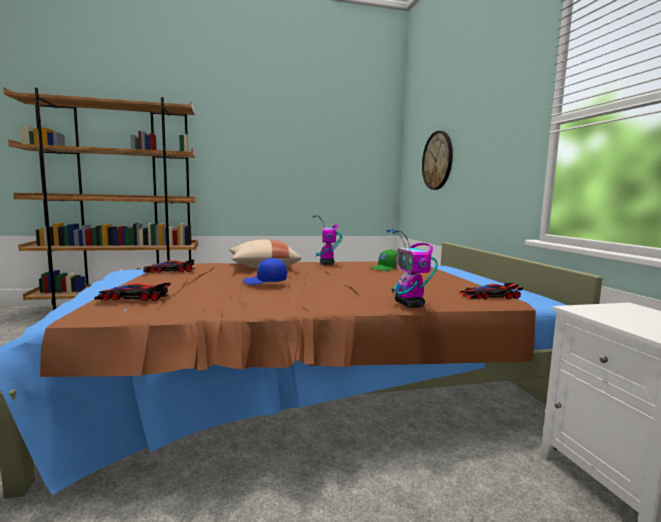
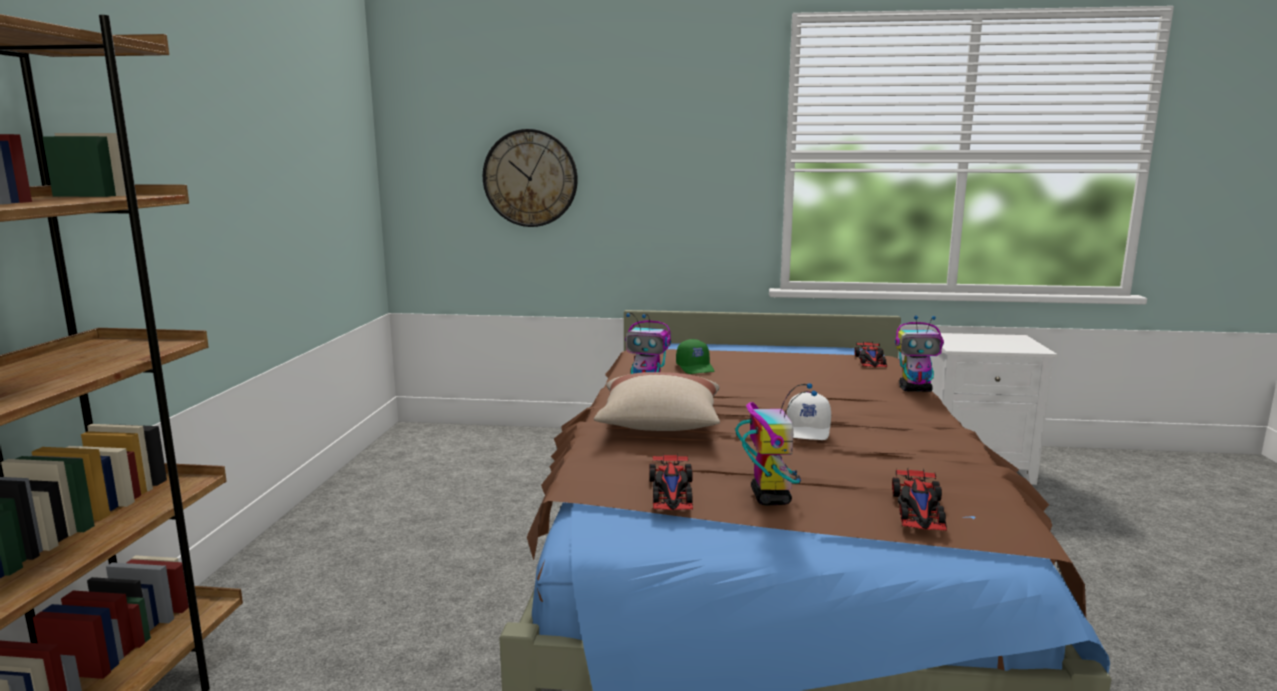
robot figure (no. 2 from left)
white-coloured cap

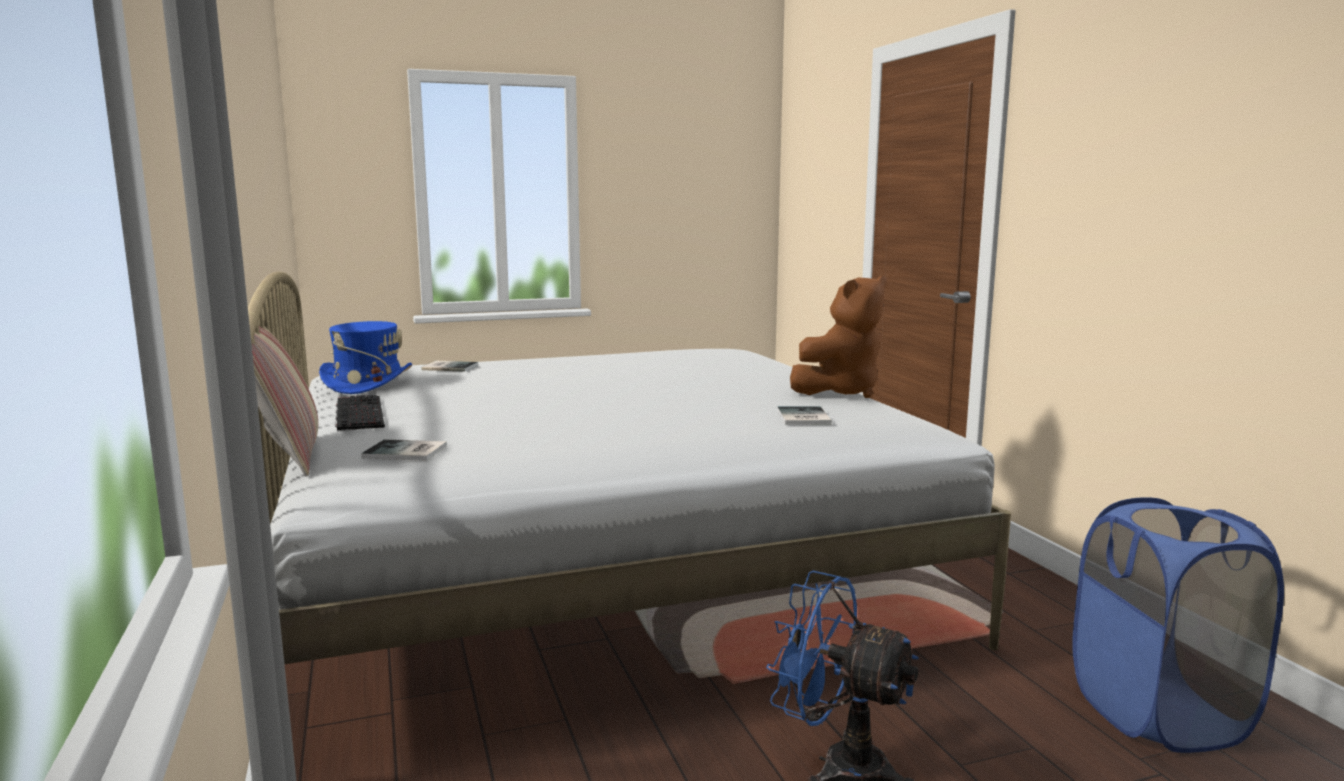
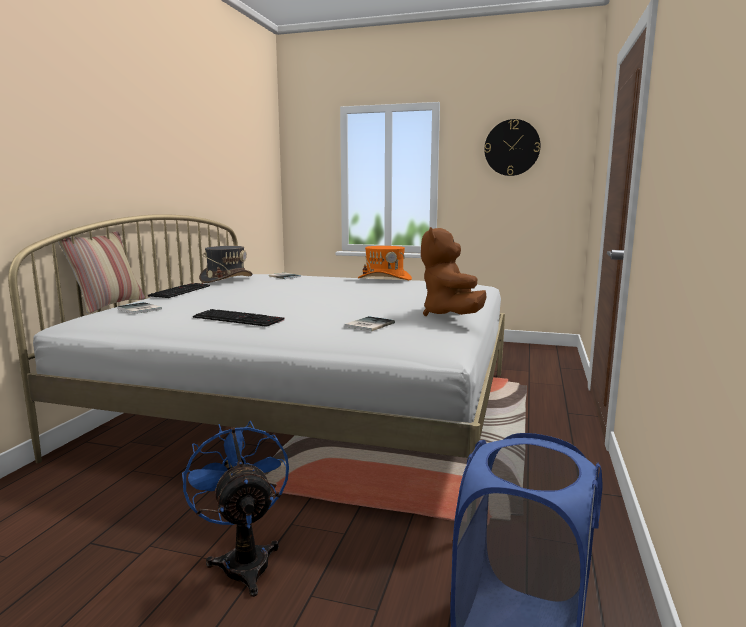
keyboard (no. 2 from left)
greyish wearable hat
orangey wearable hat
brownish plush toy
wall clock

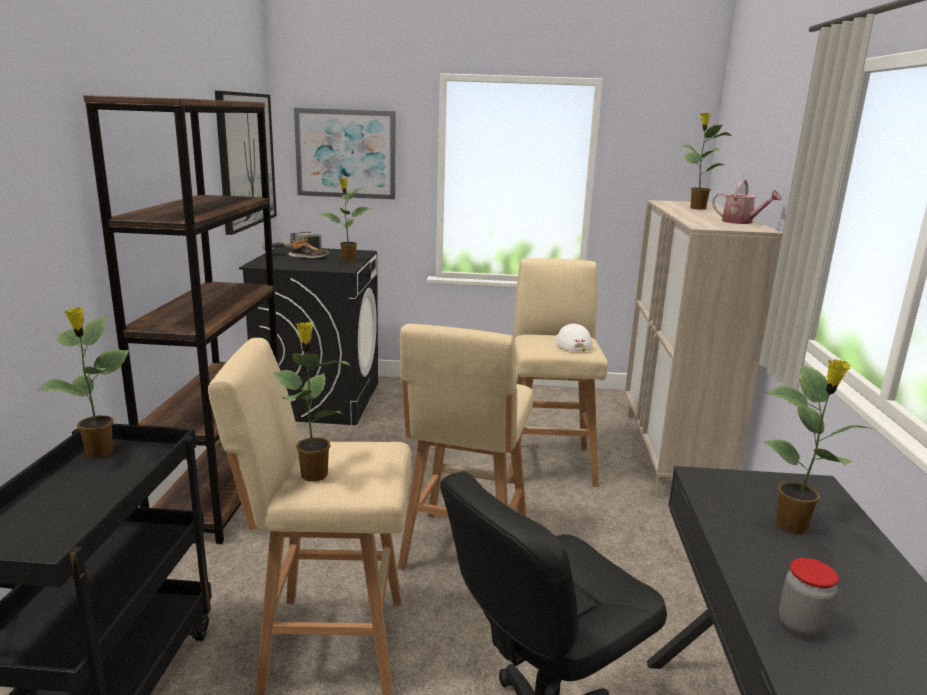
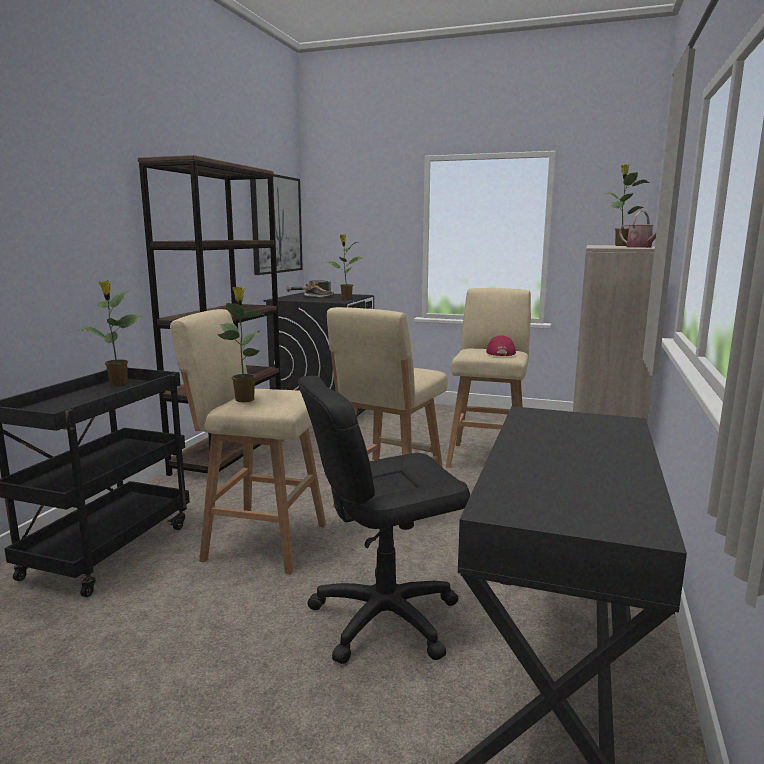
red-coloured cap
wall picture (no. 2 from left in the first image)
potted plant (no. 5 from left in the first image)
preserve jar

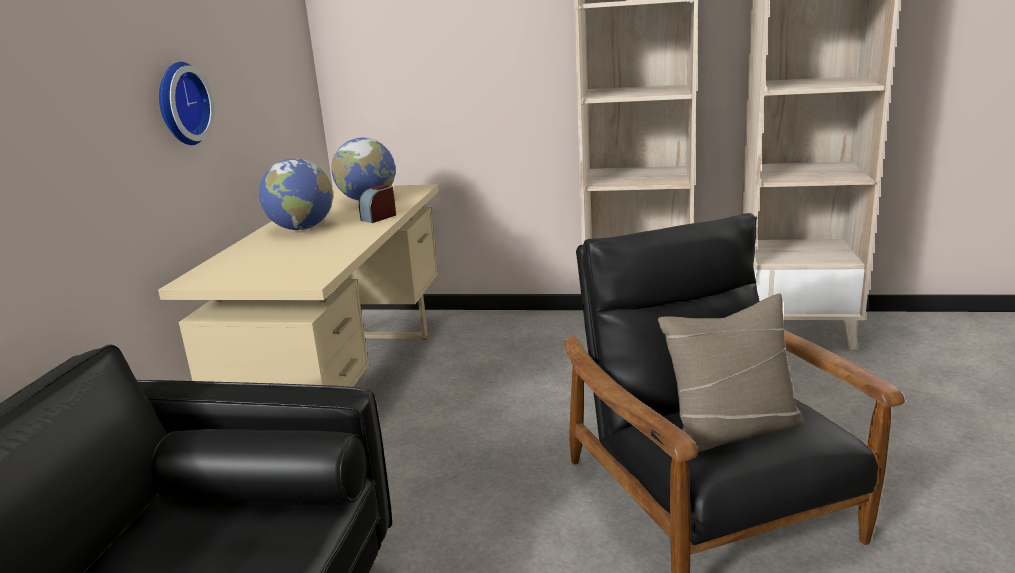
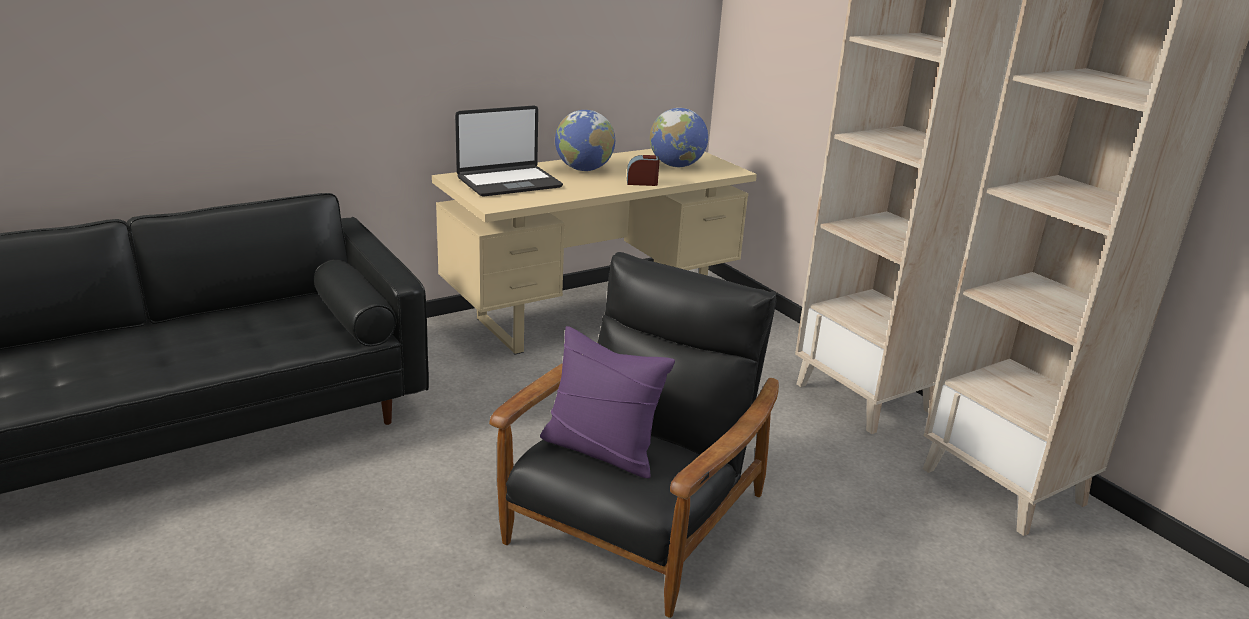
notebook computer
purple pillow
wall clock

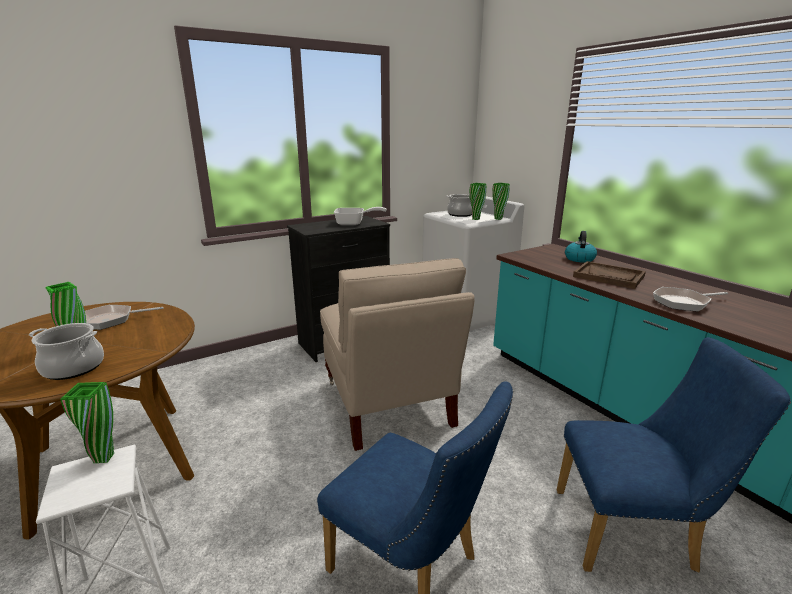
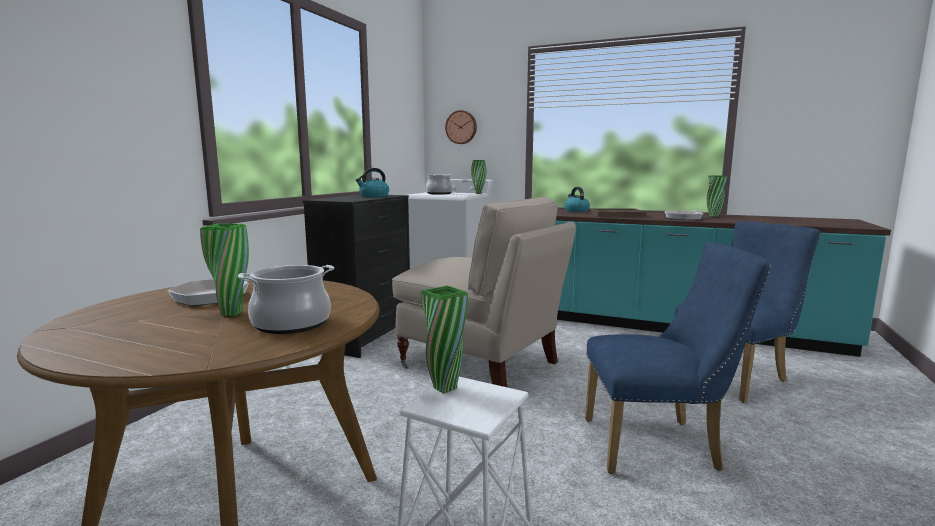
tea kettle (no. 1 from left)
wall clock
green-coloured vase (no. 4 from left)

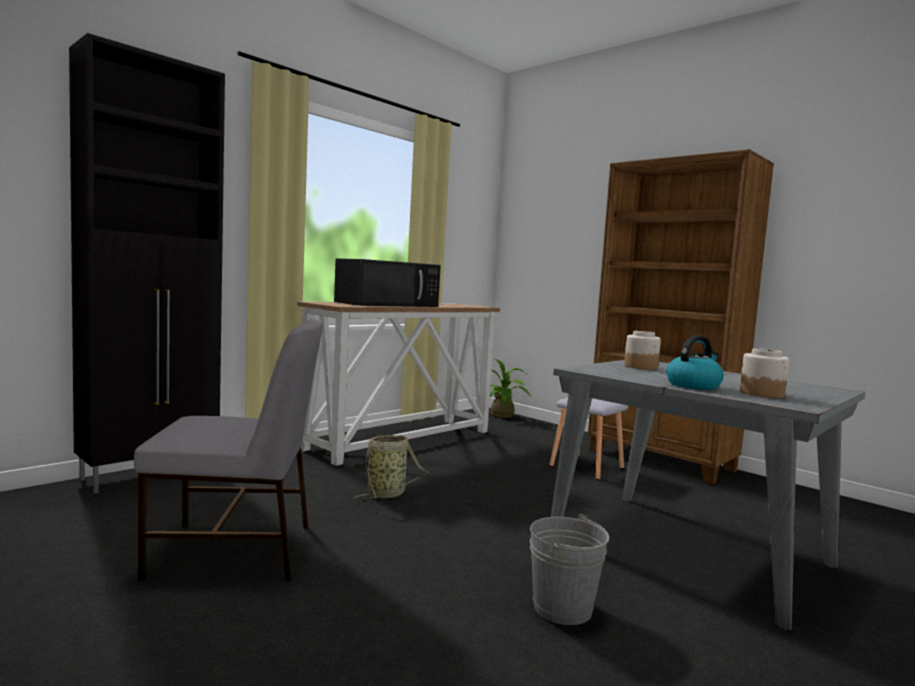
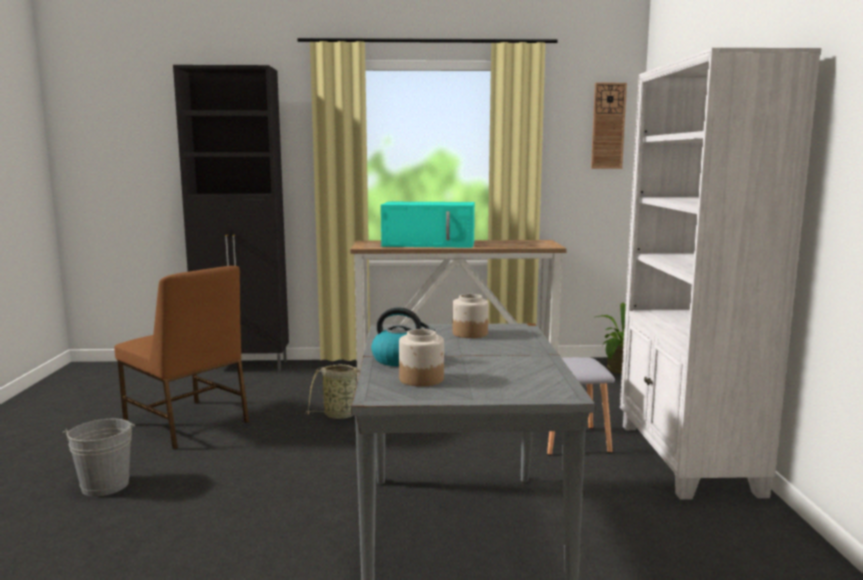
greyish water bucket
brownish chair
blue-green microwave
wall clock
white-coloured shelving unit

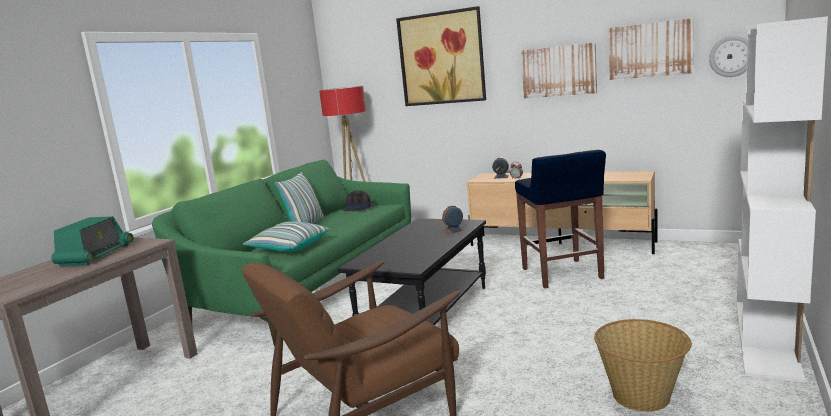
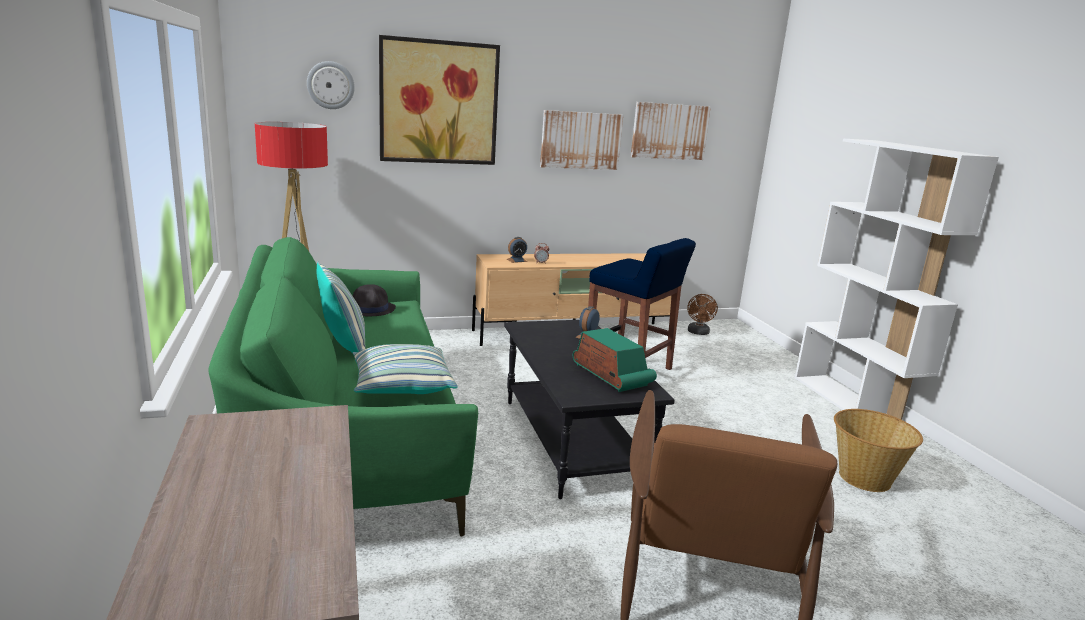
wall clock
radio set
brownish fan

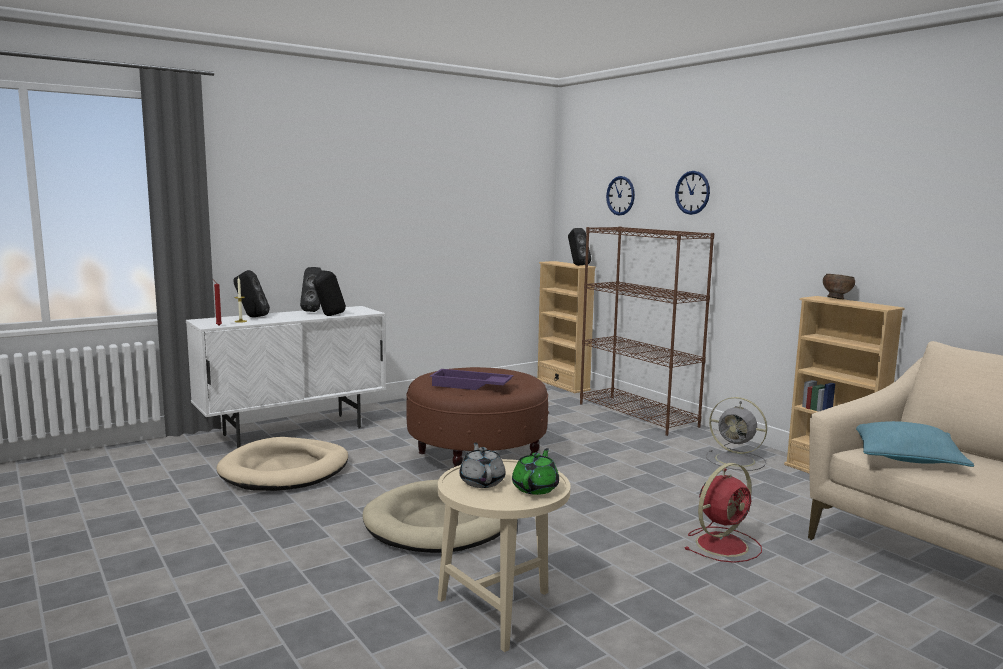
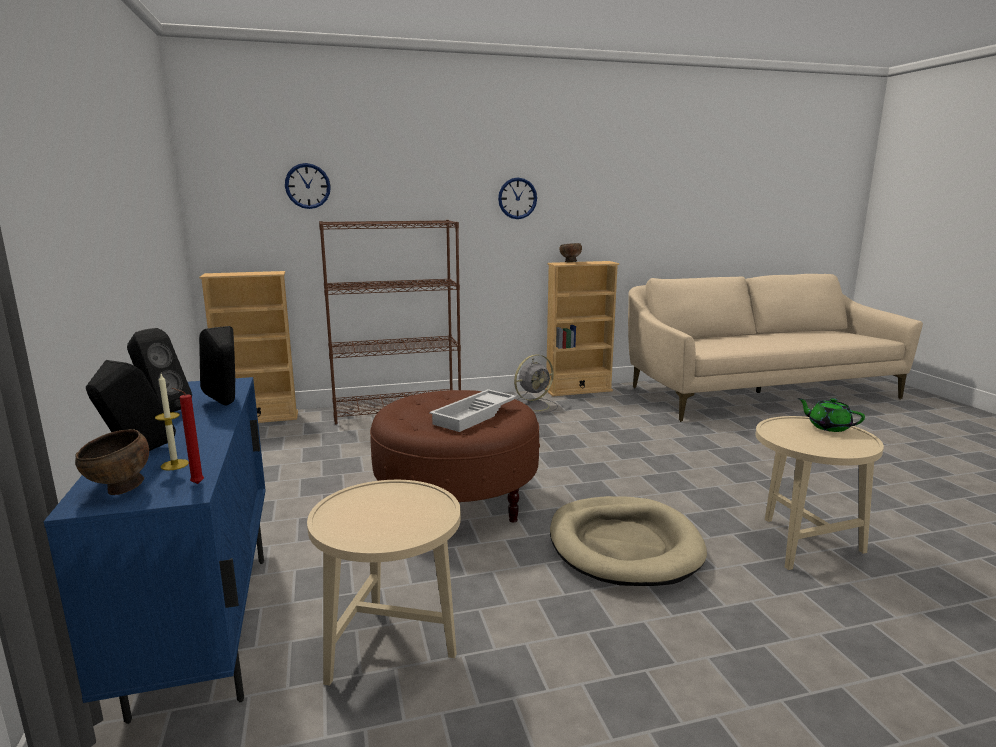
blue-coloured cabinet
brownish serving bowl (no. 1 from left)
beige side table (no. 1 from left)
white-coloured tray
wall clock (no. 2 from left)
greyish tea pot
black-coloured audio speaker (no. 4 from left in the first image)
red-coloured fan
blue-green pillow

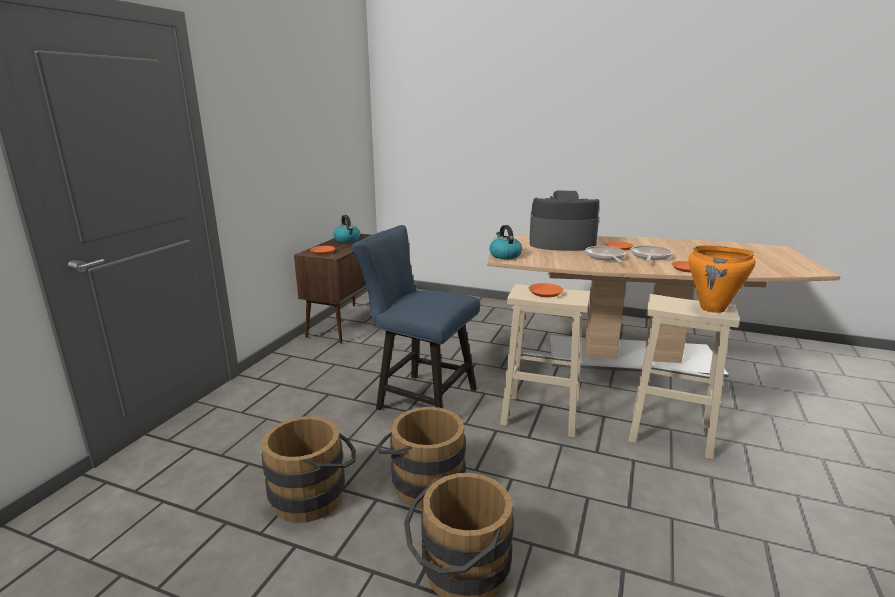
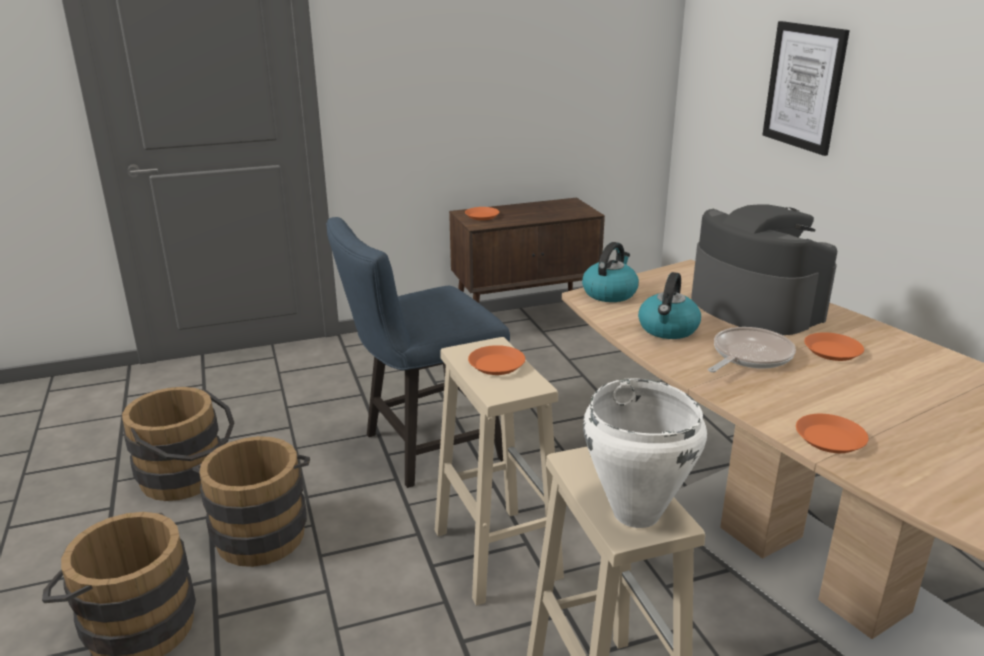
blue-coloured chair
white-coloured cooking pot
tea kettle (no. 2 from left)
wall picture
skillet (no. 2 from left in the first image)

